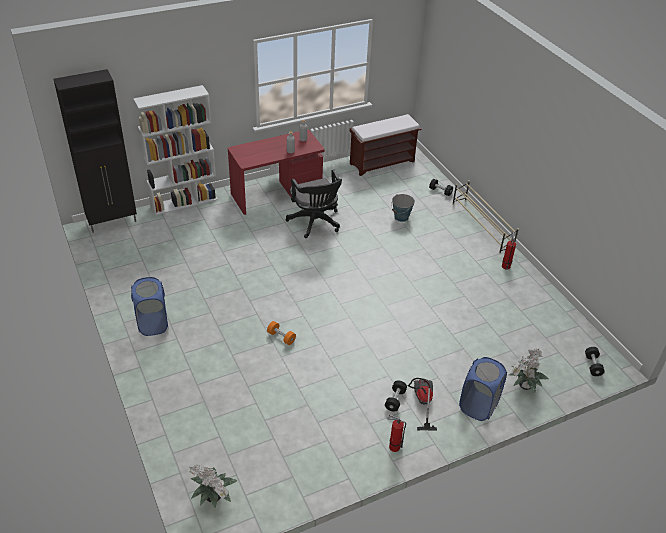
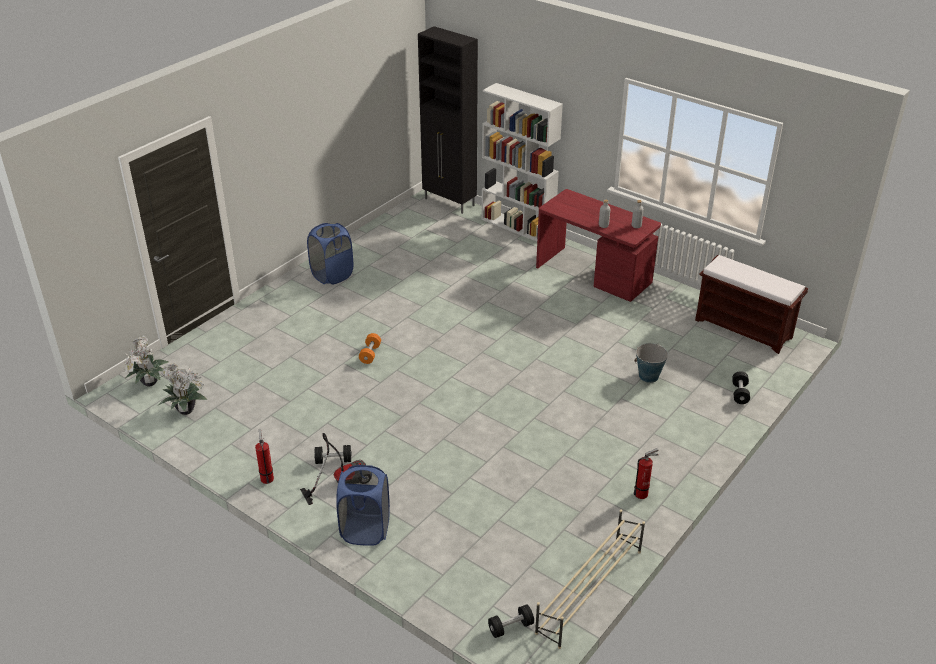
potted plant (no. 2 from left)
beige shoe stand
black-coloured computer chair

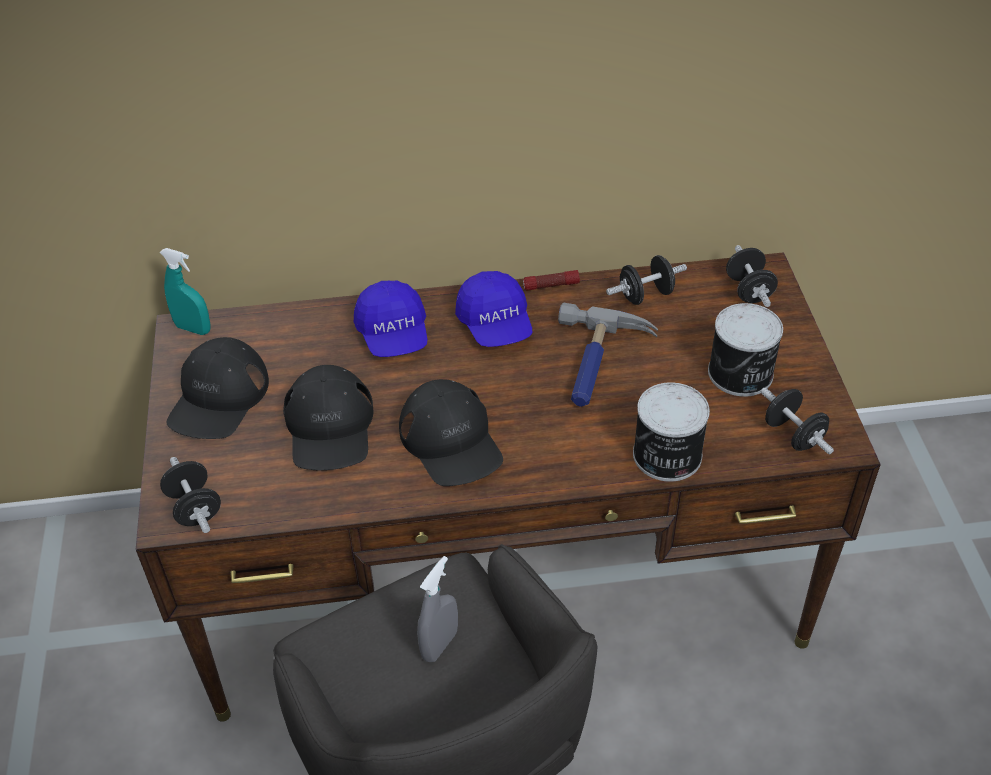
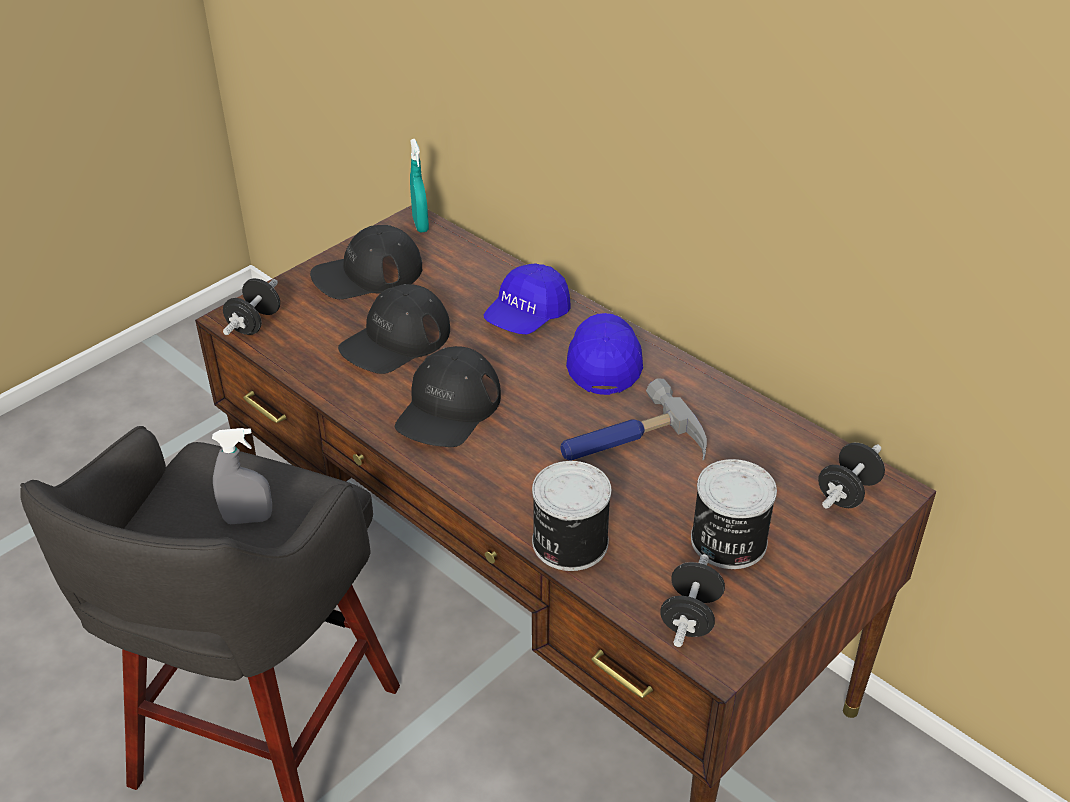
blue-coloured cap (no. 2 from left)
flashlight
black-coloured dumbbell (no. 2 from left in the first image)

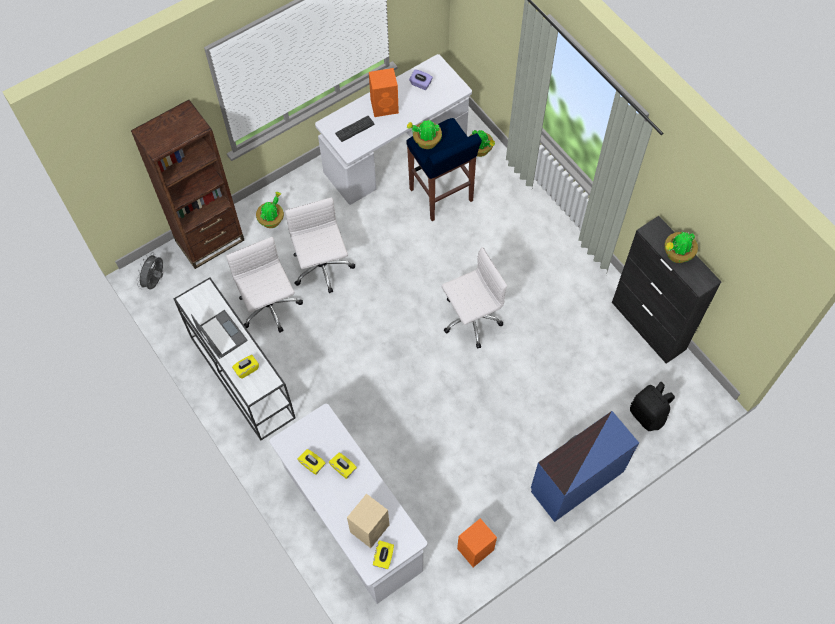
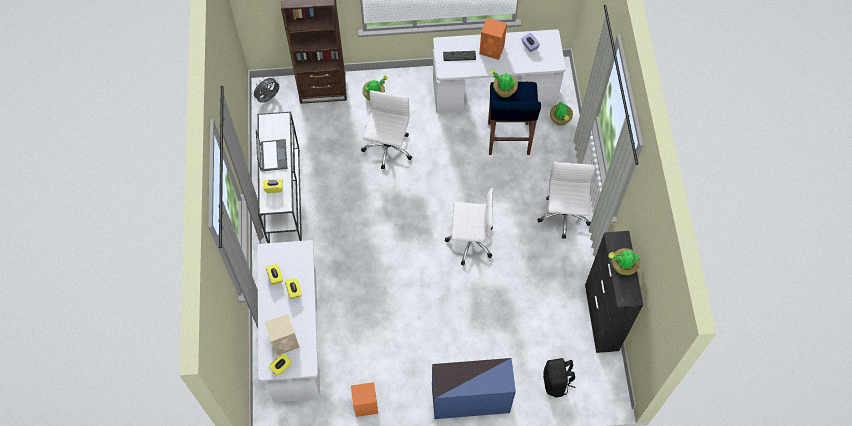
white-coloured computer chair (no. 3 from left)

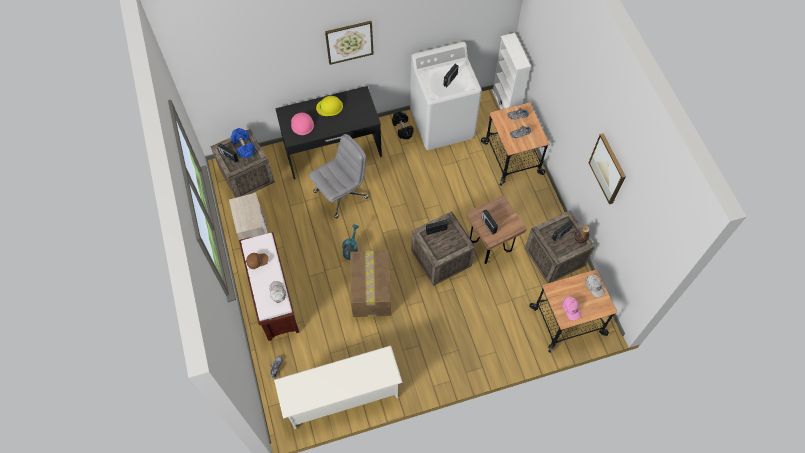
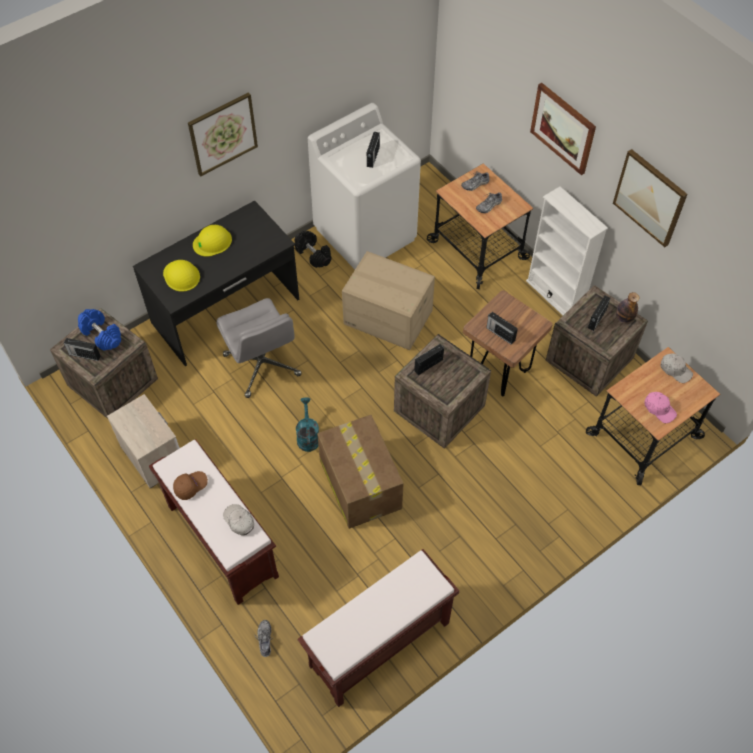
yellow-coloured work helmet (no. 1 from left)
greyish computer chair
brownish bench (no. 2 from left)
carton (no. 2 from left)
white-coloured shelving unit
wall picture (no. 2 from left)

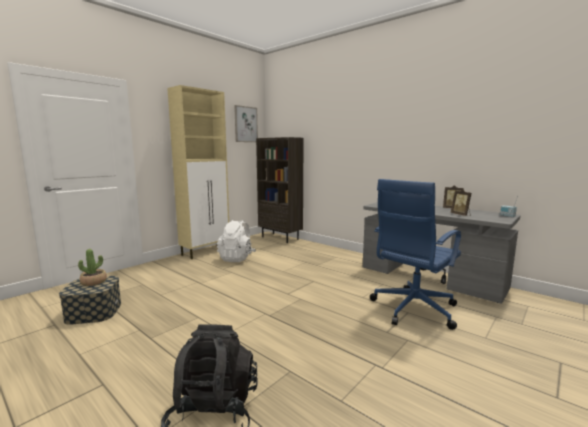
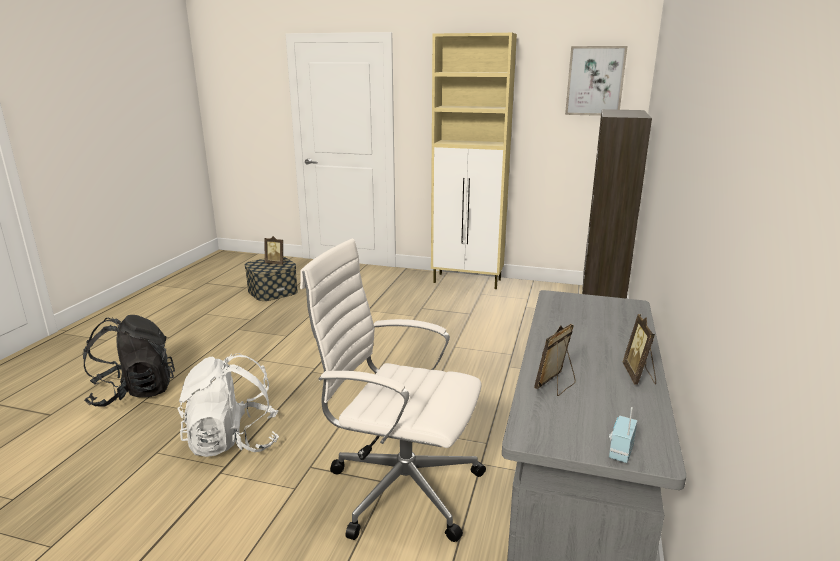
white-coloured rucksack
standing frame (no. 1 from left)
white-coloured computer chair

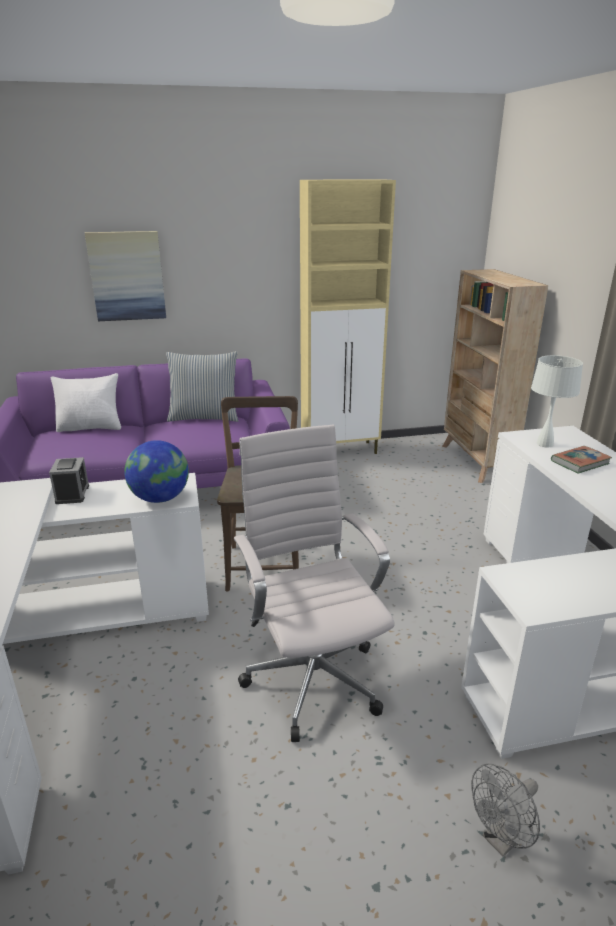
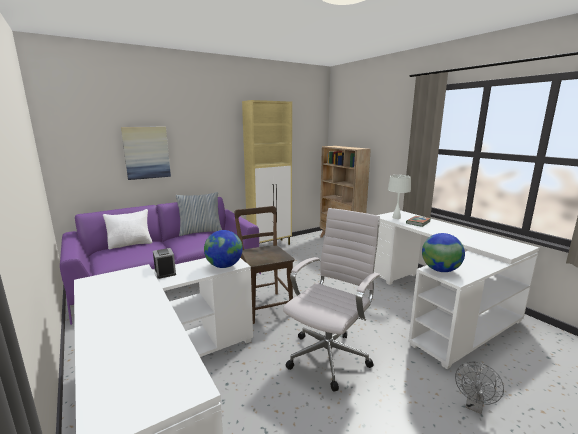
white-coloured computer chair
desk globe (no. 2 from left)

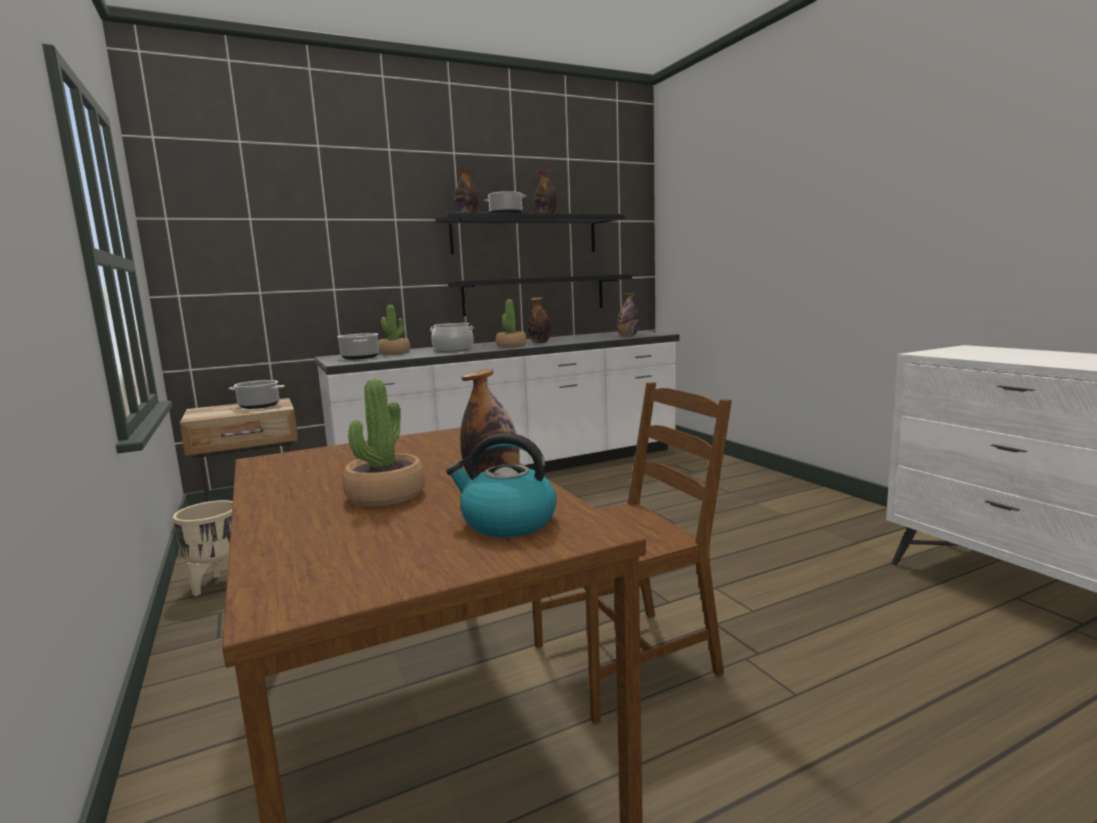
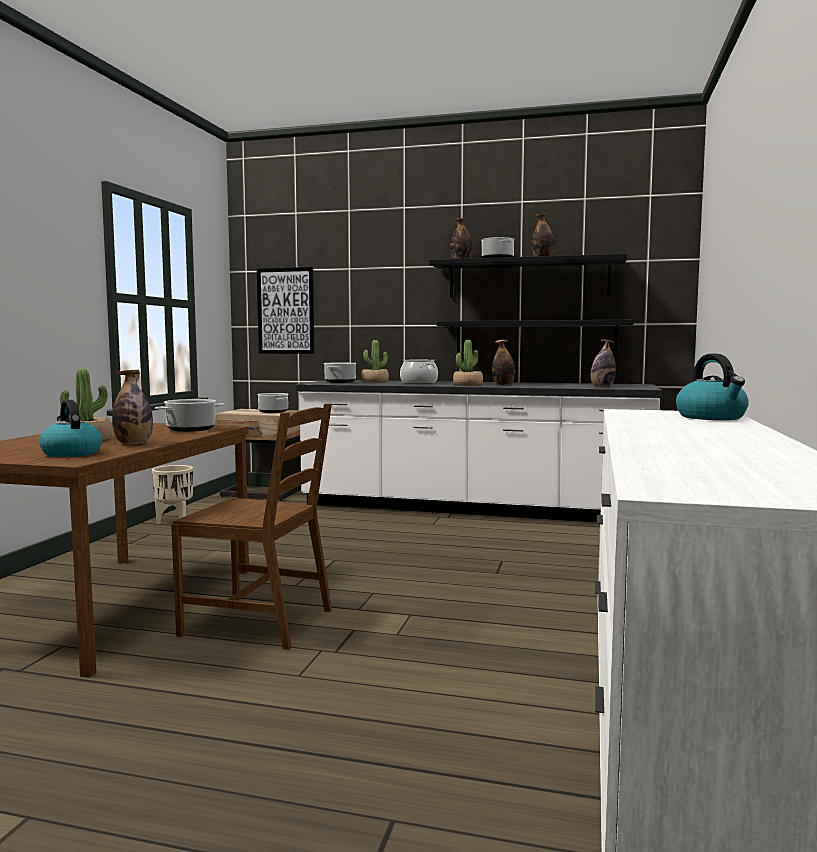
cooking pot (no. 1 from left)
wall picture
tea kettle (no. 2 from left)

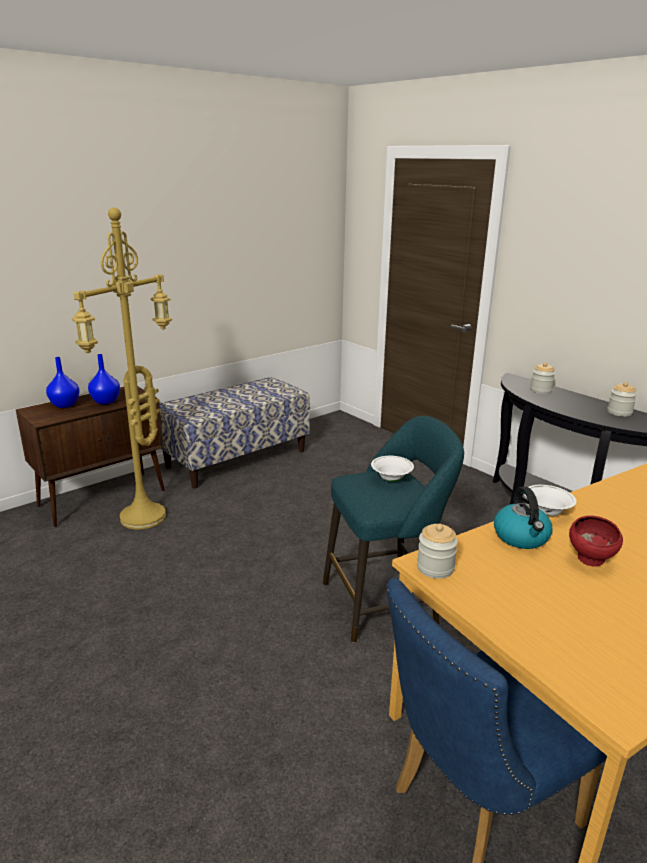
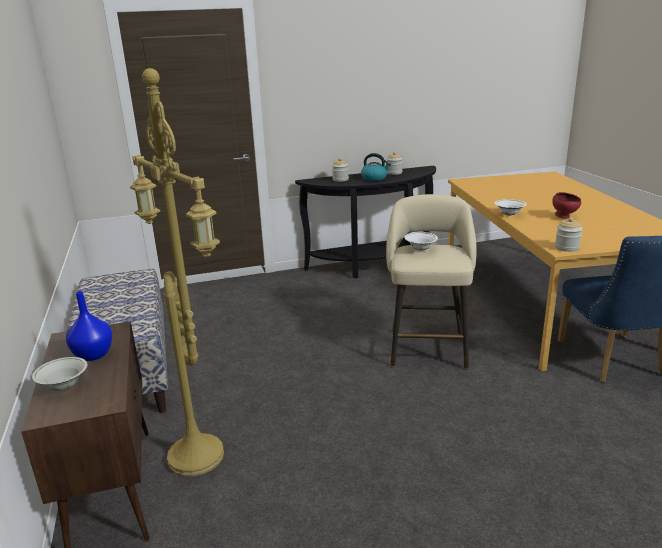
white-coloured serving bowl (no. 1 from left)
tea kettle
beige stool

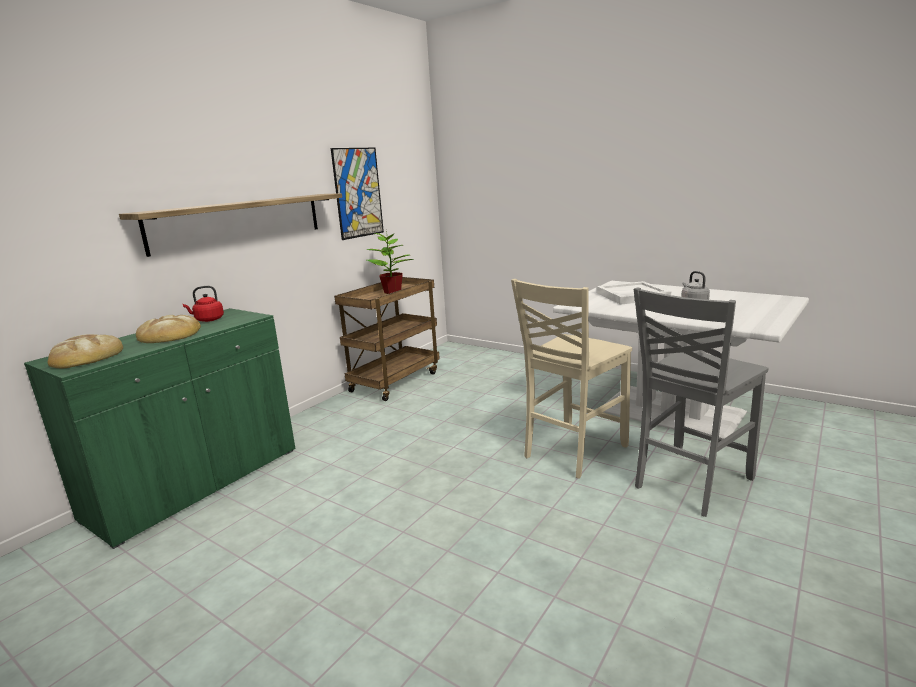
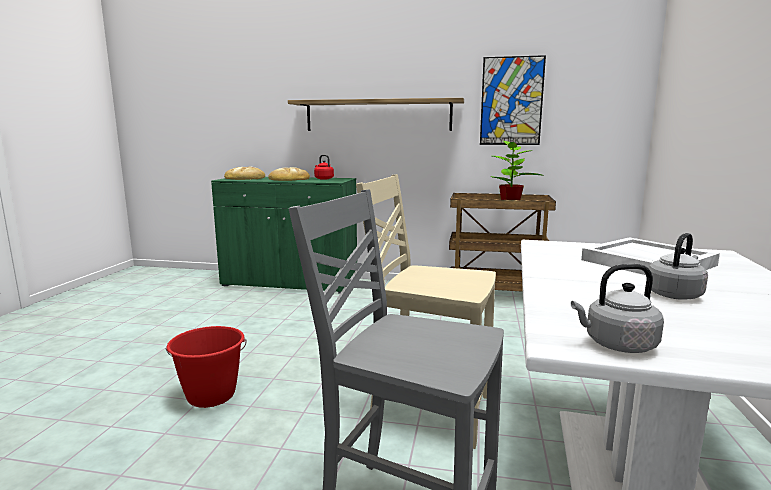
red-coloured water bucket
greyish tea kettle (no. 1 from left)

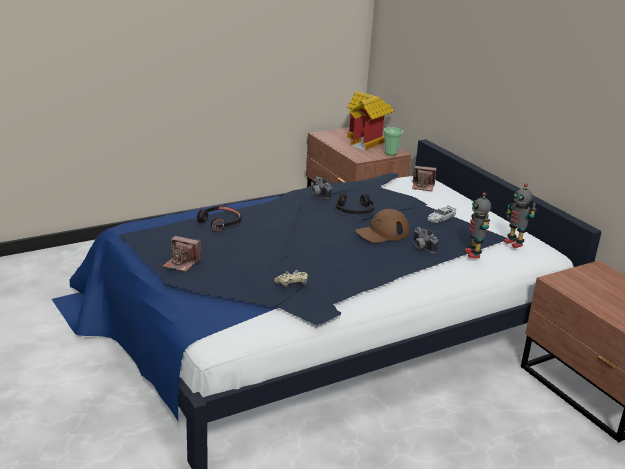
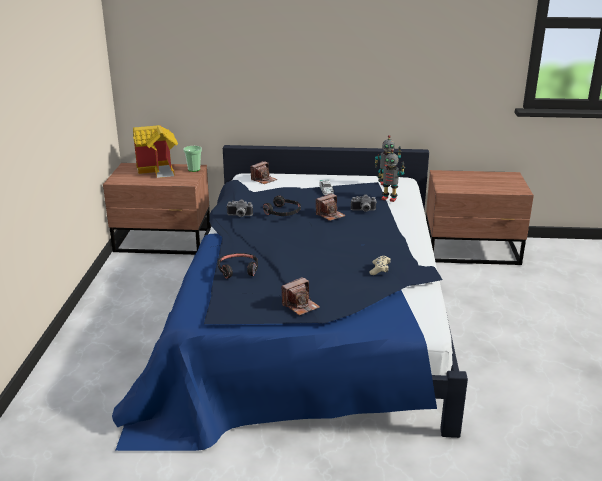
photo camera (no. 4 from left)

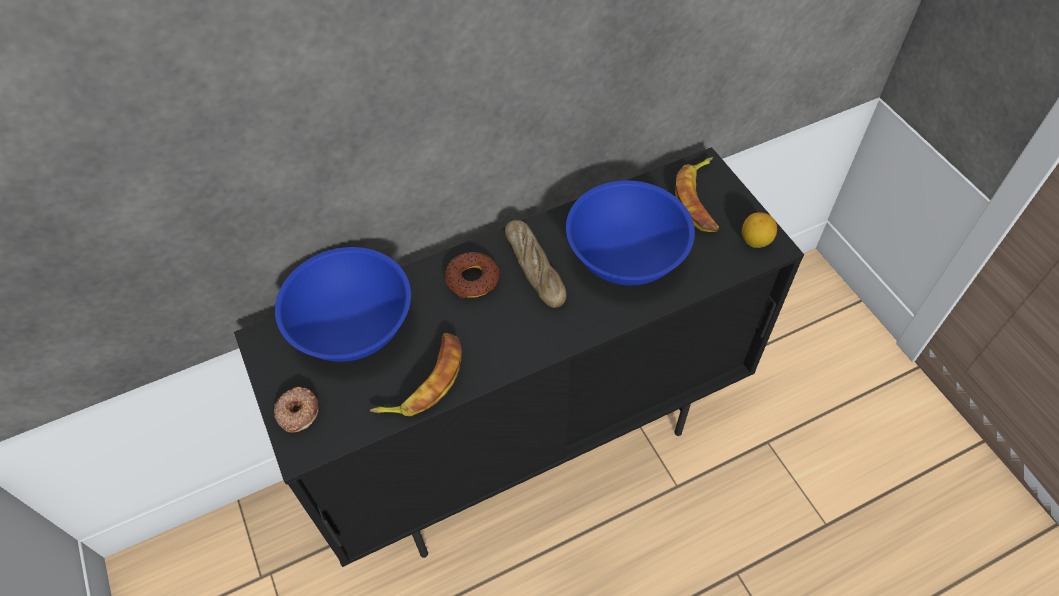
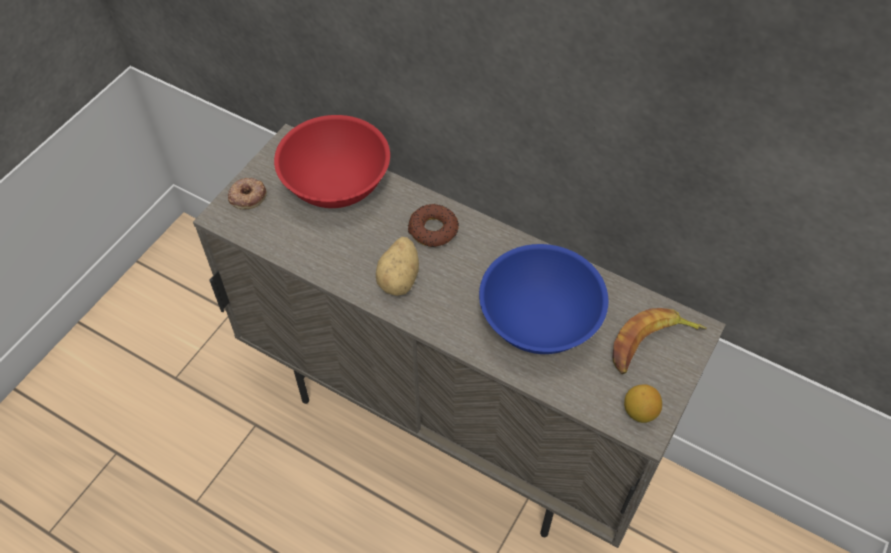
beige cabinet
red-coloured serving bowl
spud
banana fruit (no. 1 from left in the first image)
bread

